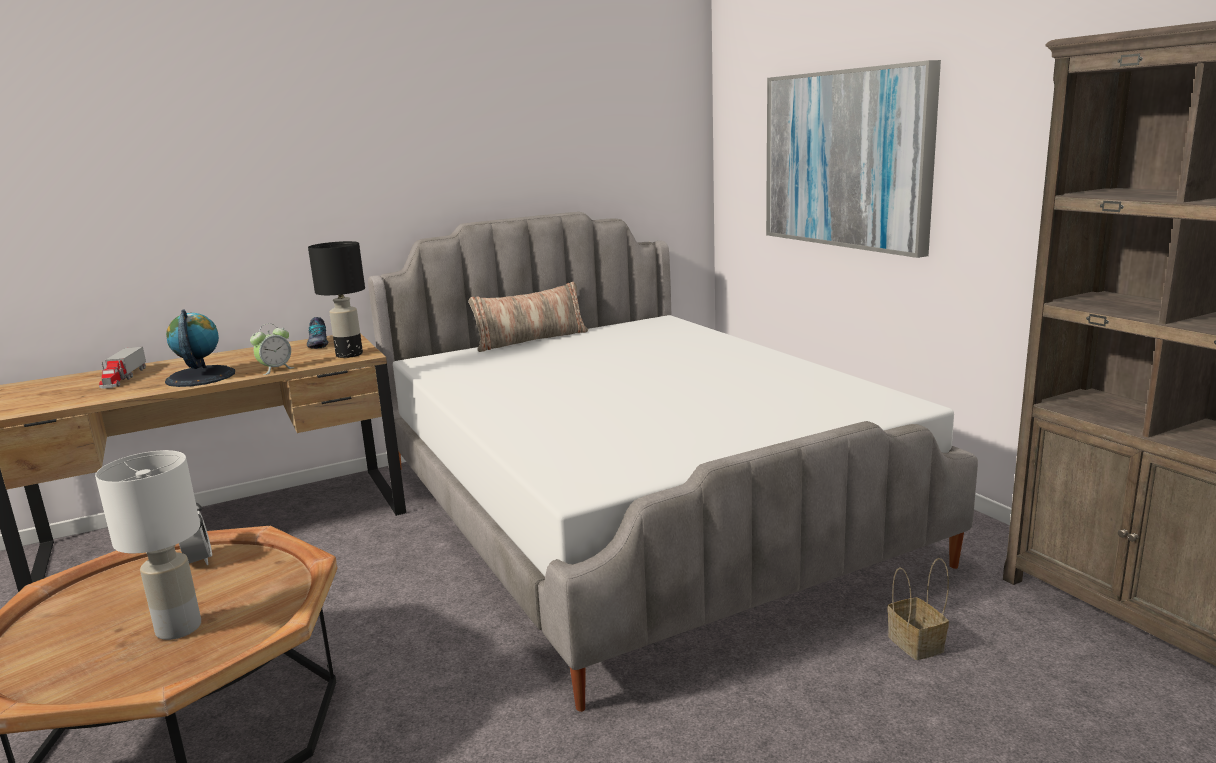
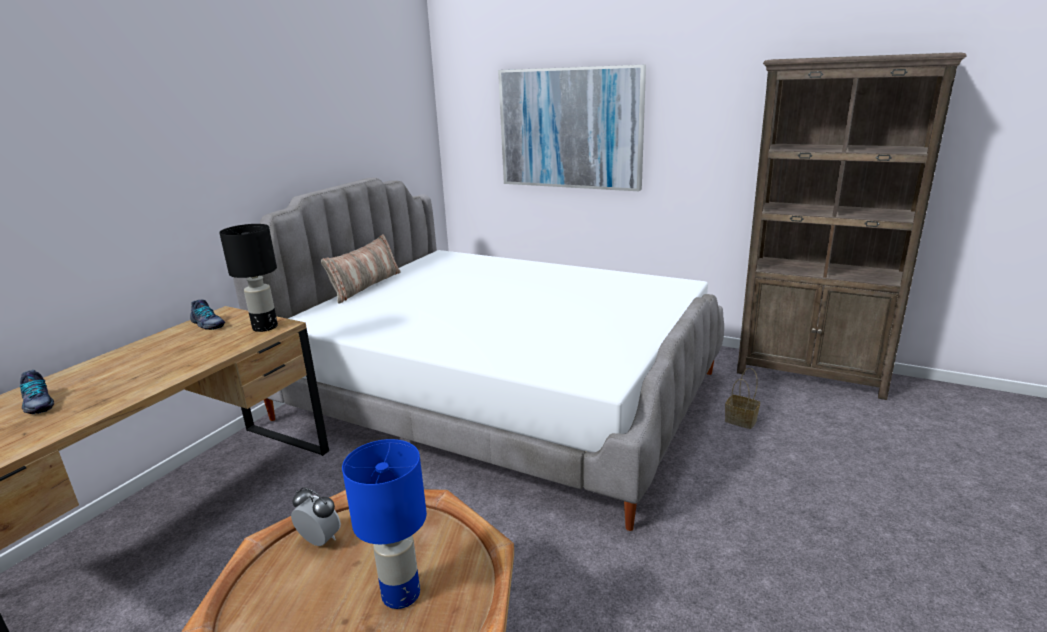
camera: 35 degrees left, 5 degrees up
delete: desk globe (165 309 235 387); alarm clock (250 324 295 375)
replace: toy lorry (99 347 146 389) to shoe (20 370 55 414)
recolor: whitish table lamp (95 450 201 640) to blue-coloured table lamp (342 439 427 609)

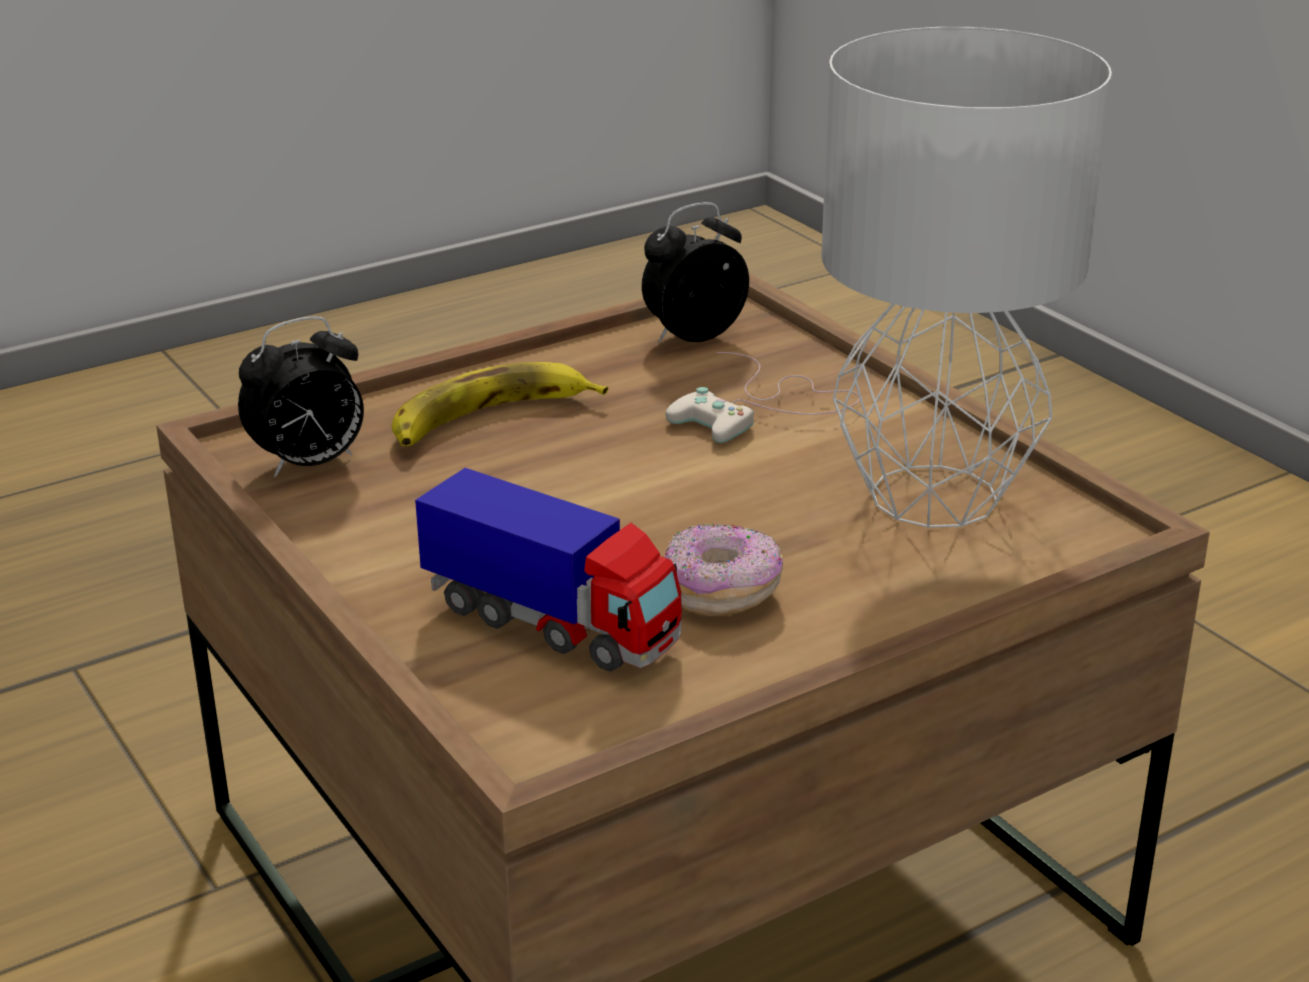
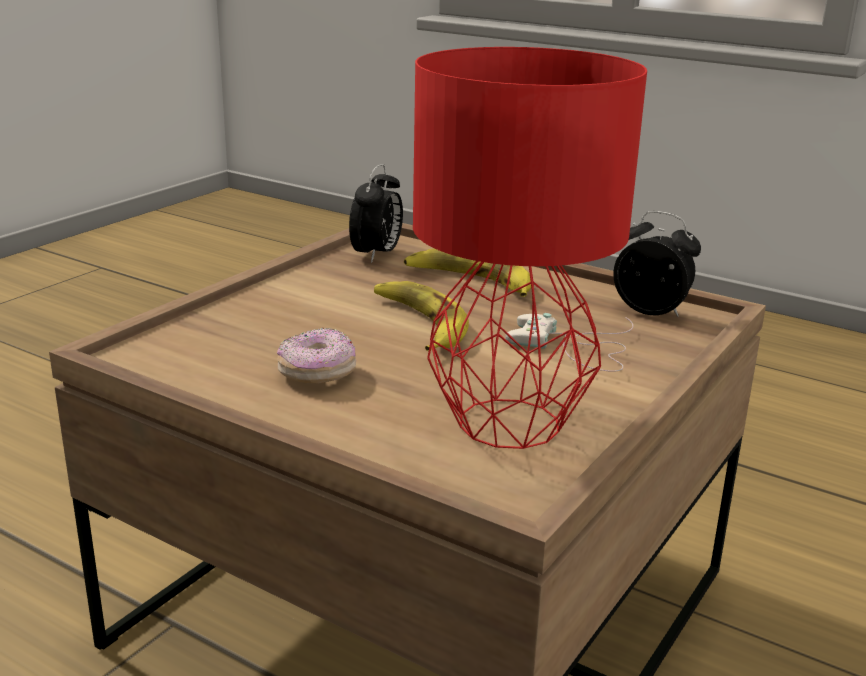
camera: 65 degrees right, 5 degrees down
delete: toy lorry (415 468 682 672)
insert: banana (374 281 469 351)
recolor: greyish table lamp (821 27 1112 528) to reddish table lamp (413 47 647 449)
rotate: alarm clock (238 316 364 477) = (349 164 403 263) 105 degrees counterclockwise

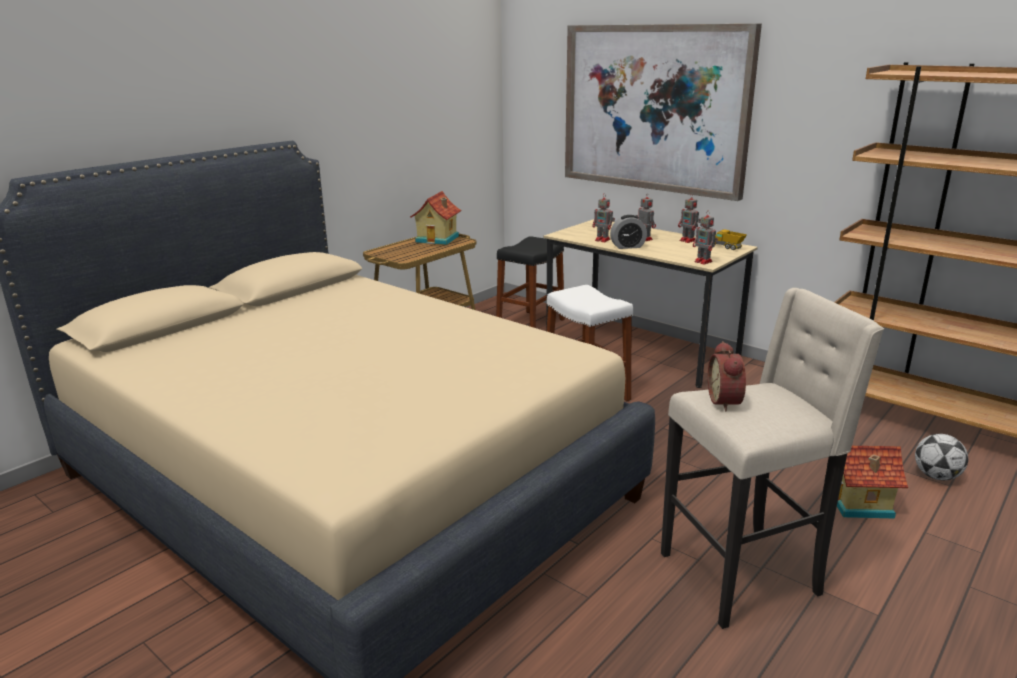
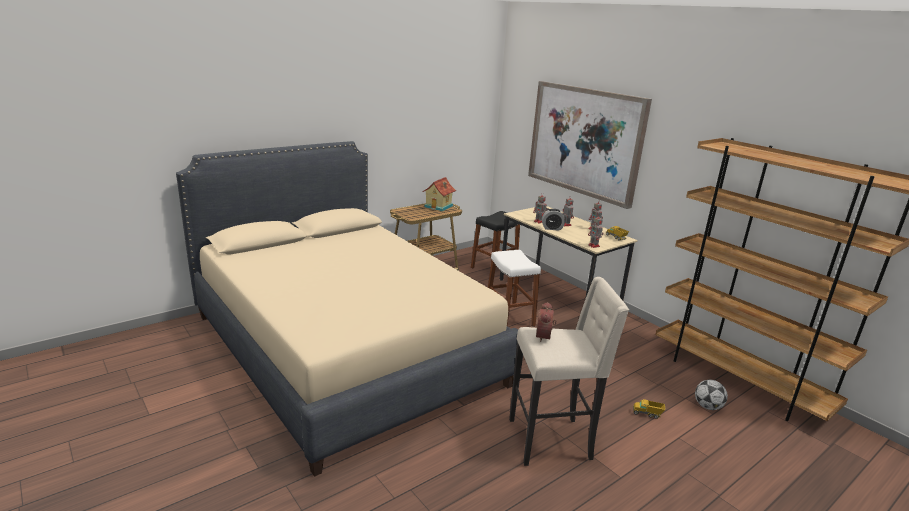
camera: 10 degrees right, 0 degrees up
replace: model house (837 446 908 519) to toy lorry (633 399 666 419)

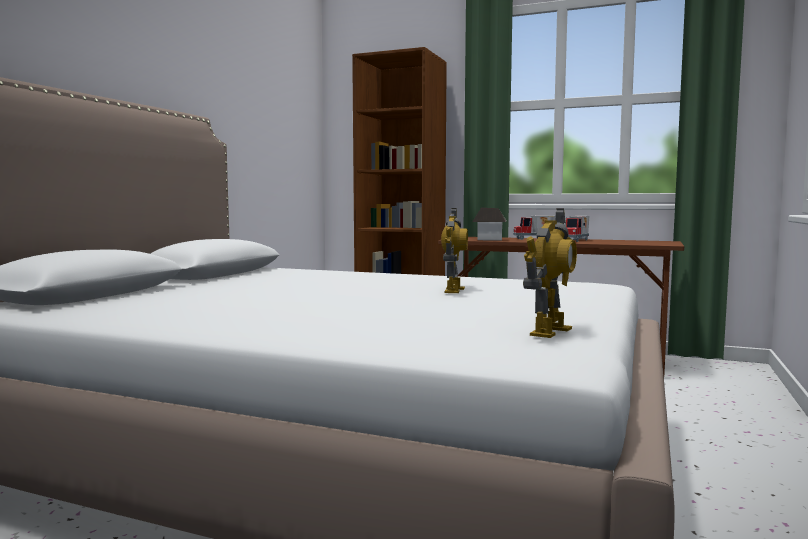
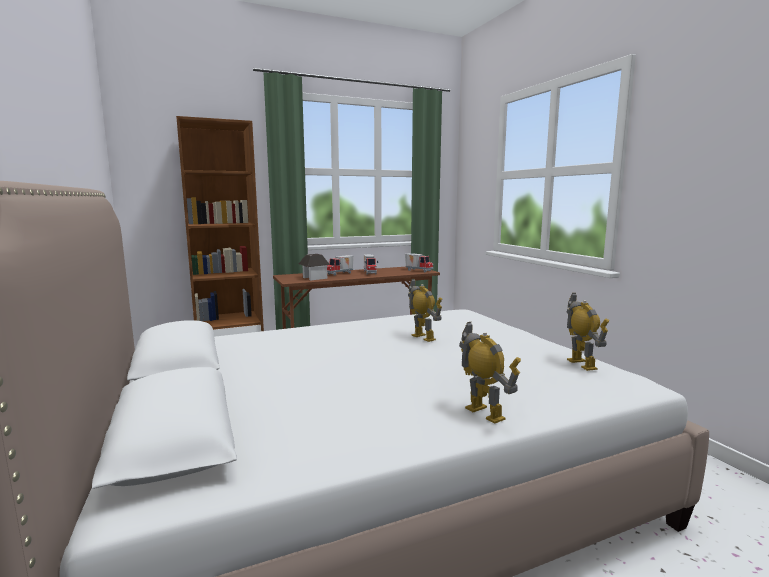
camera: 45 degrees left, 5 degrees up
insert: toy lorry (405 253 433 272); toy robot (459 322 521 424)

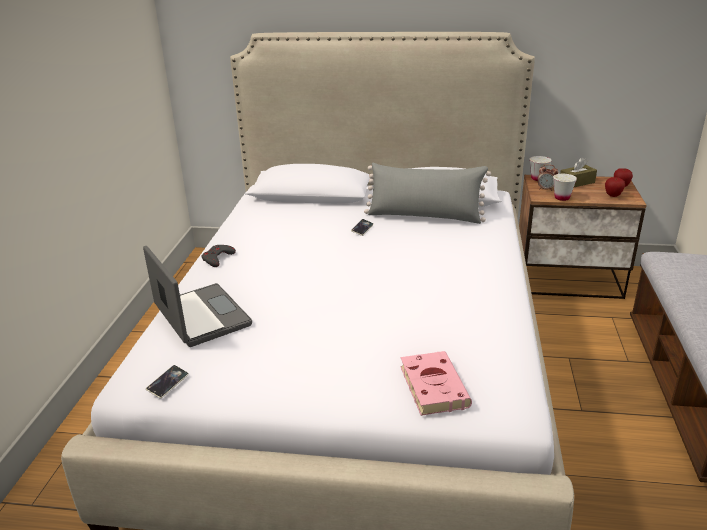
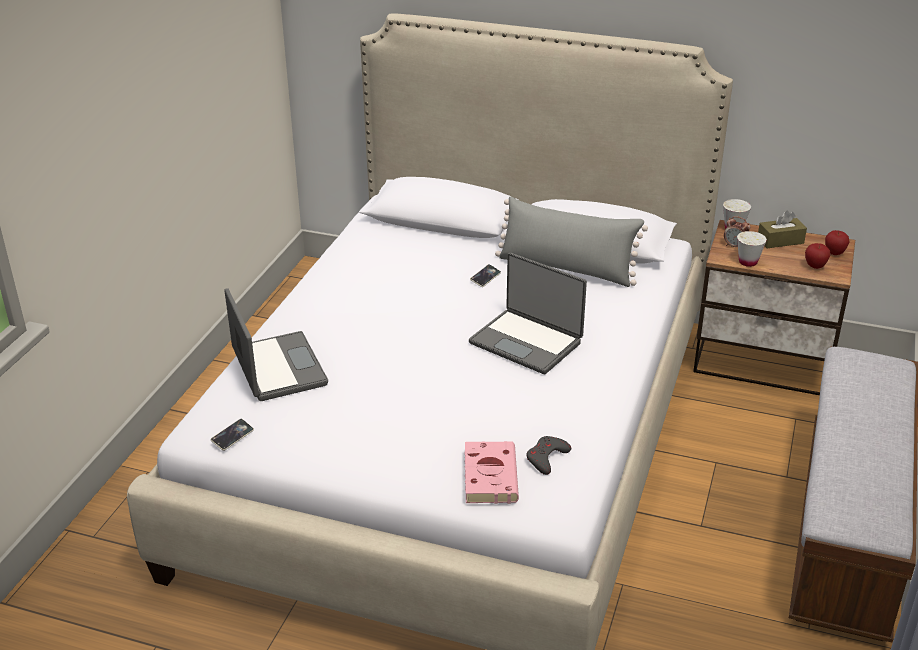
camera: 10 degrees right, 5 degrees up
insert: laptop (469 253 587 374)
move: greyish game controller (201 245 236 267) to (526 436 571 475)

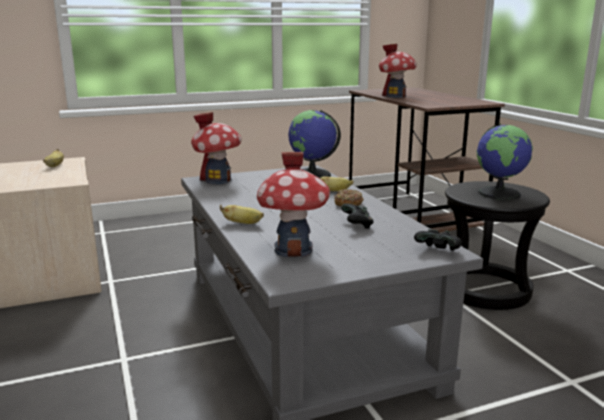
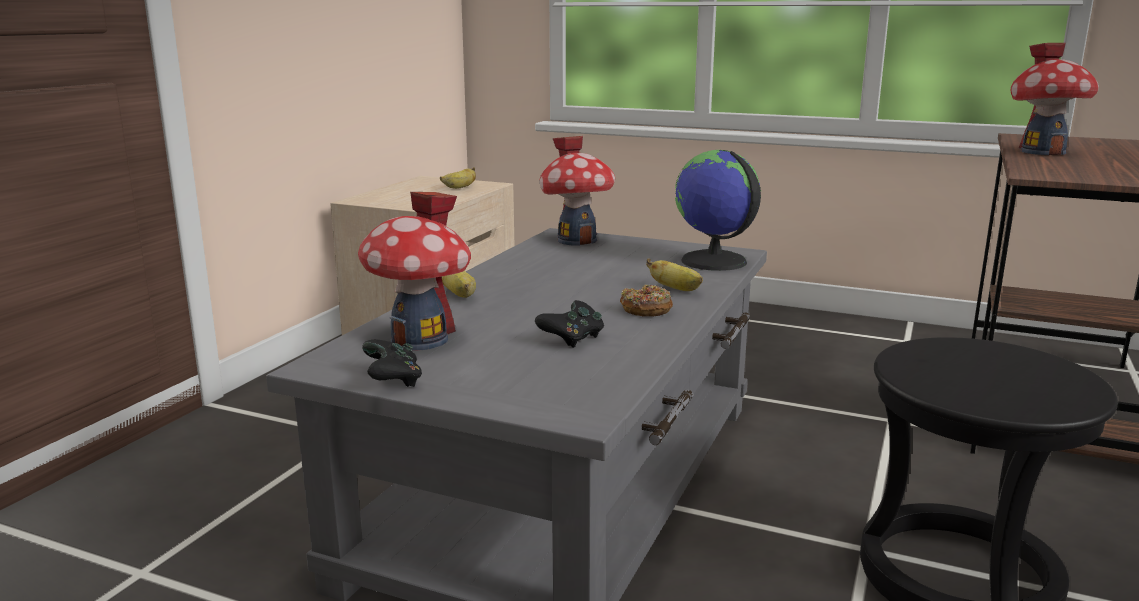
camera: 45 degrees right, 0 degrees up
delete: desk globe (477 124 533 200)
move: blackish game controller (414 229 462 251) to (362 340 422 387)

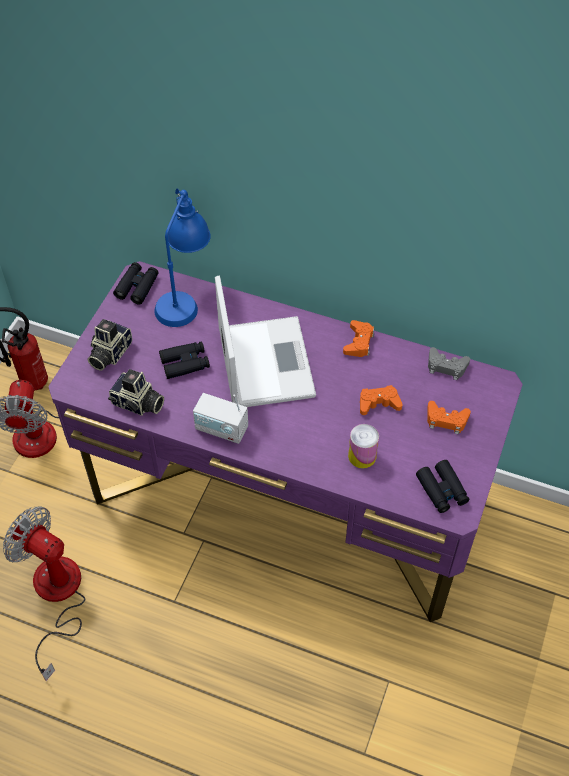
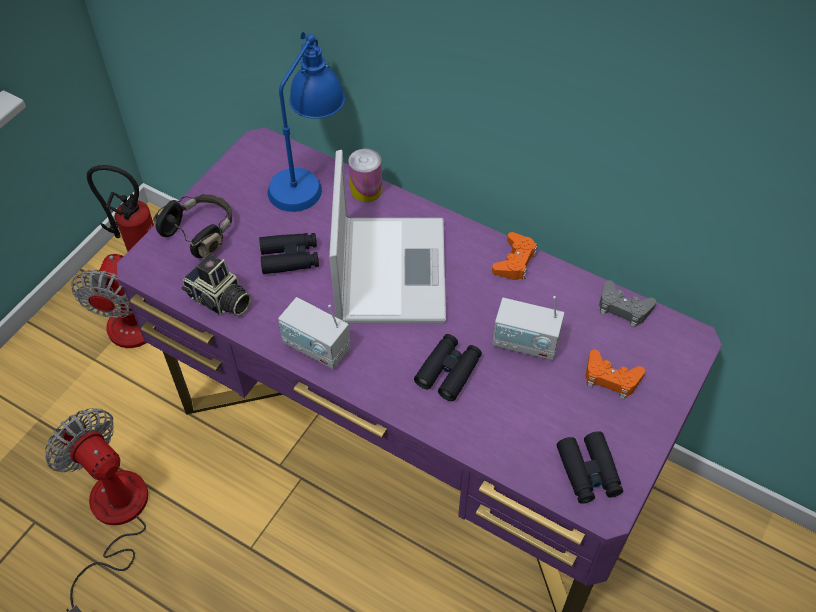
camera: 10 degrees right, 0 degrees up
move: sealed can (348 424 379 469) to (348 149 382 202); blackish binoculars (113 262 158 305) to (414 334 482 401)
replace: still camera (88 319 132 371) to blackish headset (153 194 232 258); orangey game controller (360 385 403 415) to radio receiver (492 296 564 360)

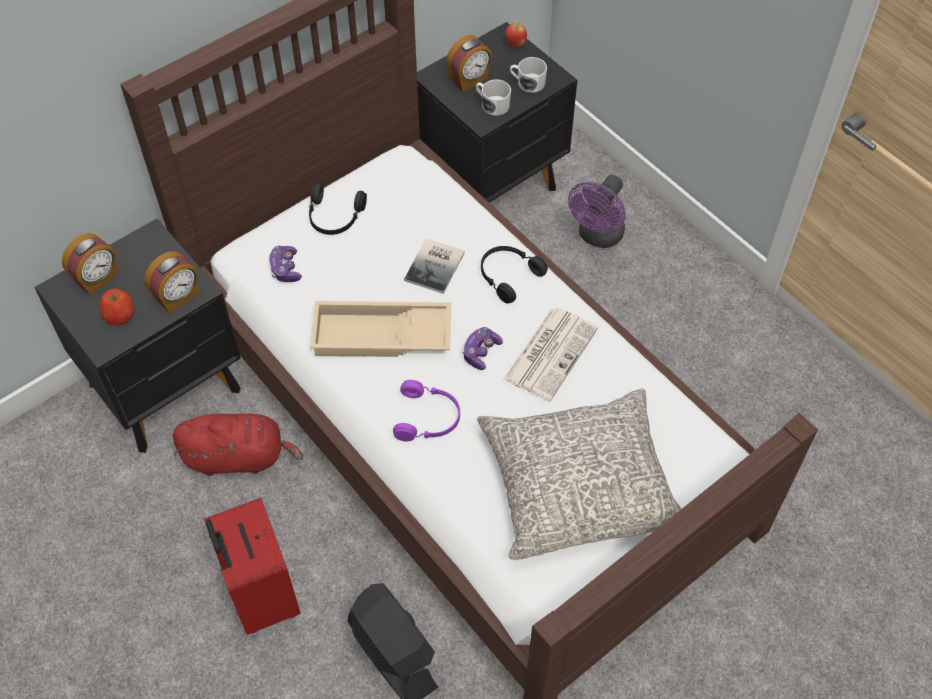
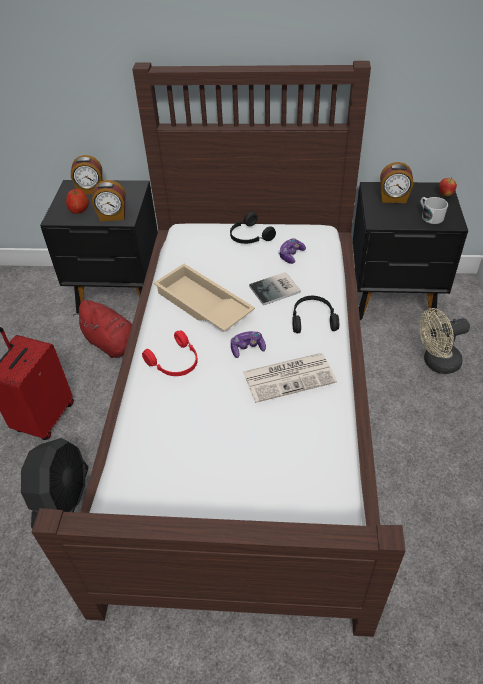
camera: 45 degrees right, 10 degrees down
delete: whitish mug (476 79 511 116); greyish throw pillow (477 388 681 560)
move: game controller (269 246 302 282) to (279 238 306 264)
recolor: purple-coloured headset (393 380 460 441) to reddish headset (142 330 198 376); purple-coloured cooling fan (568 175 625 248) to beige cooling fan (419 308 470 374)

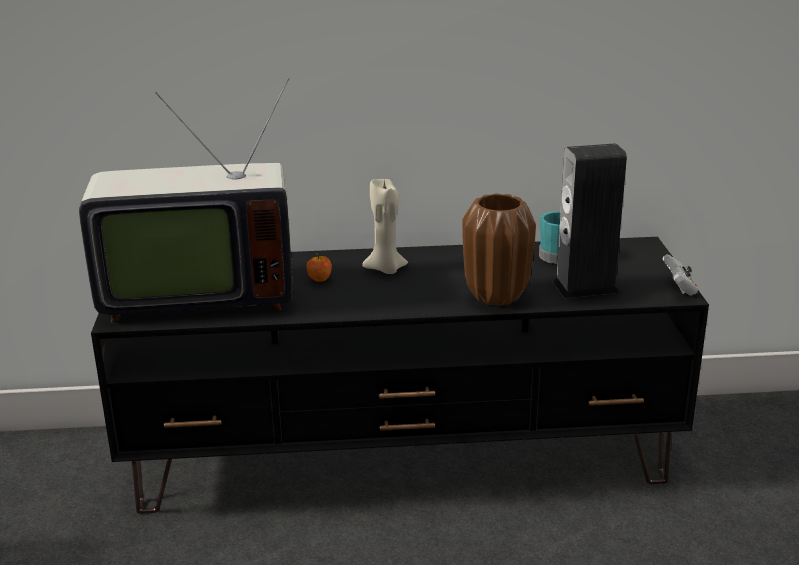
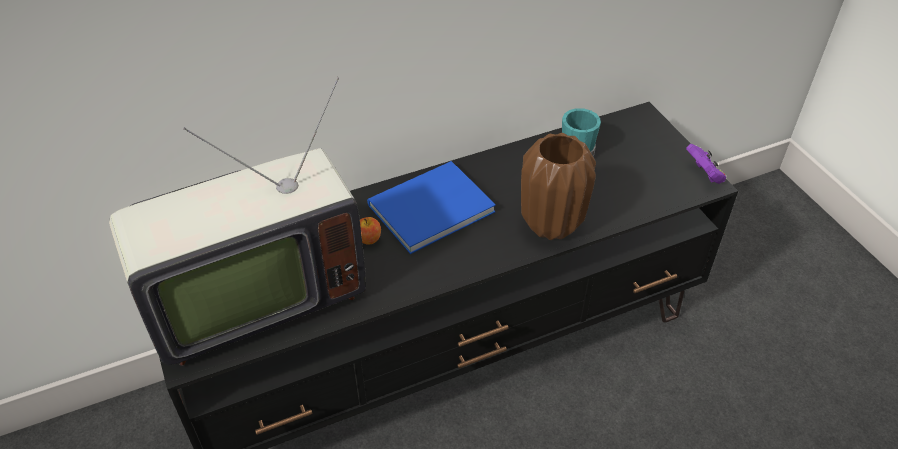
camera: 20 degrees left, 20 degrees up
delete: speaker (552 143 627 298)
replace: beige candle (362 178 408 274) to blue-coloured volume (367 161 496 254)
recolor: whitish game controller (663 254 698 296) to purple-coloured game controller (686 144 726 184)

